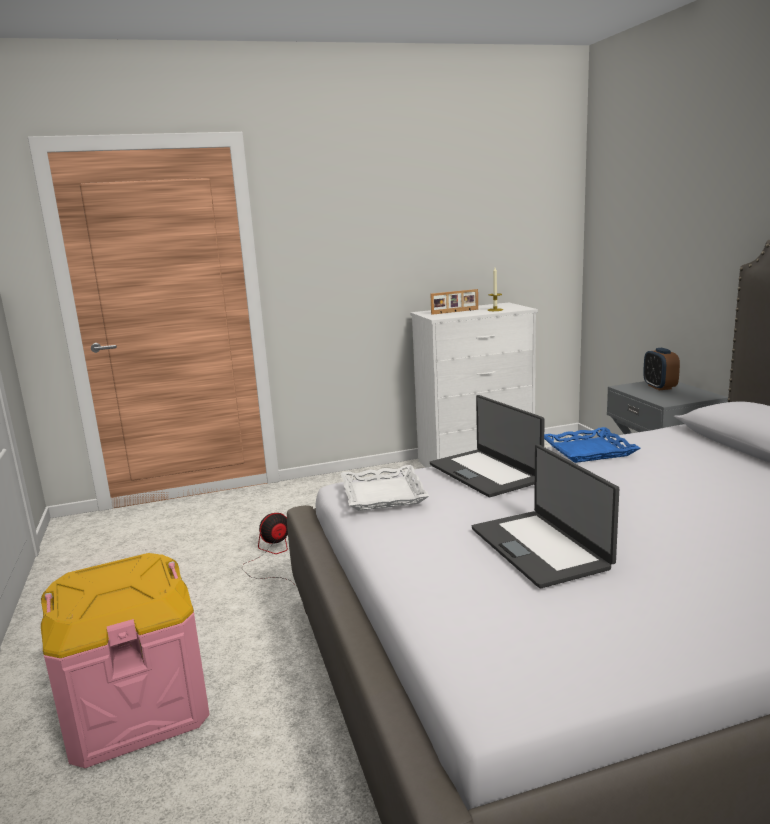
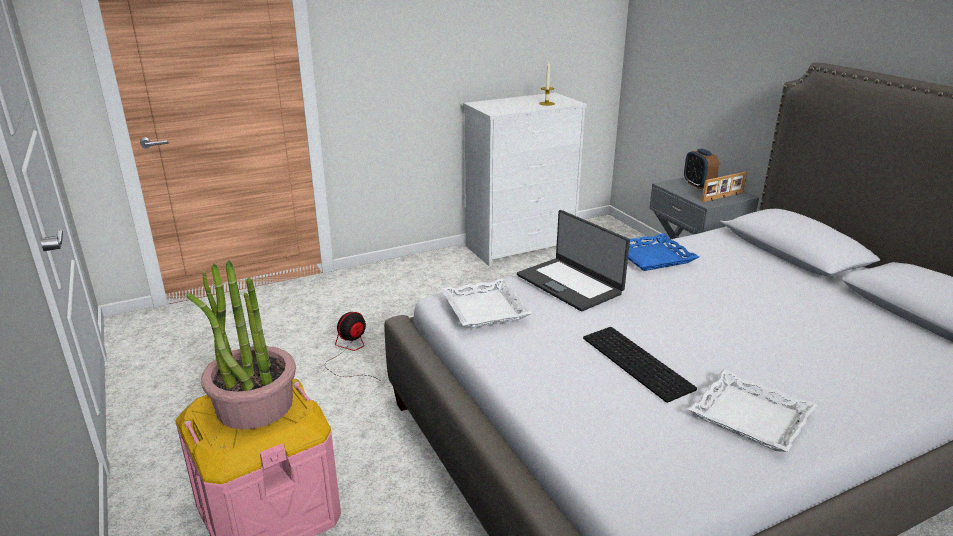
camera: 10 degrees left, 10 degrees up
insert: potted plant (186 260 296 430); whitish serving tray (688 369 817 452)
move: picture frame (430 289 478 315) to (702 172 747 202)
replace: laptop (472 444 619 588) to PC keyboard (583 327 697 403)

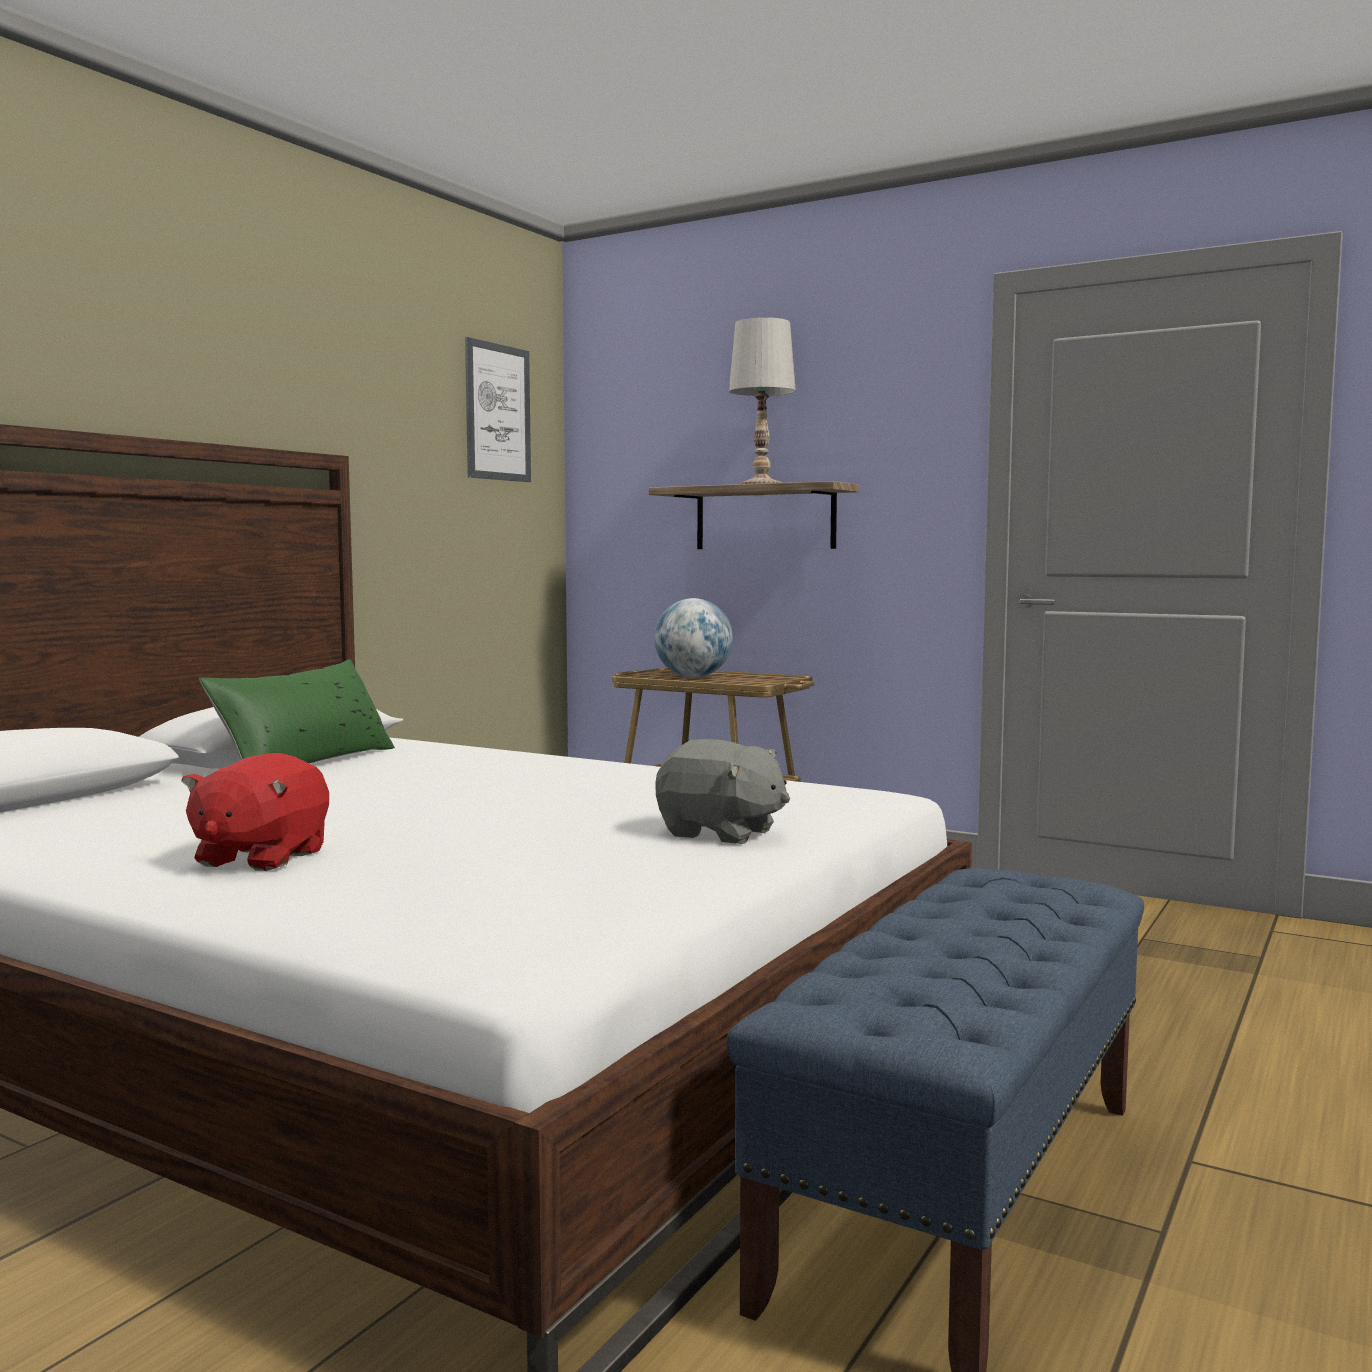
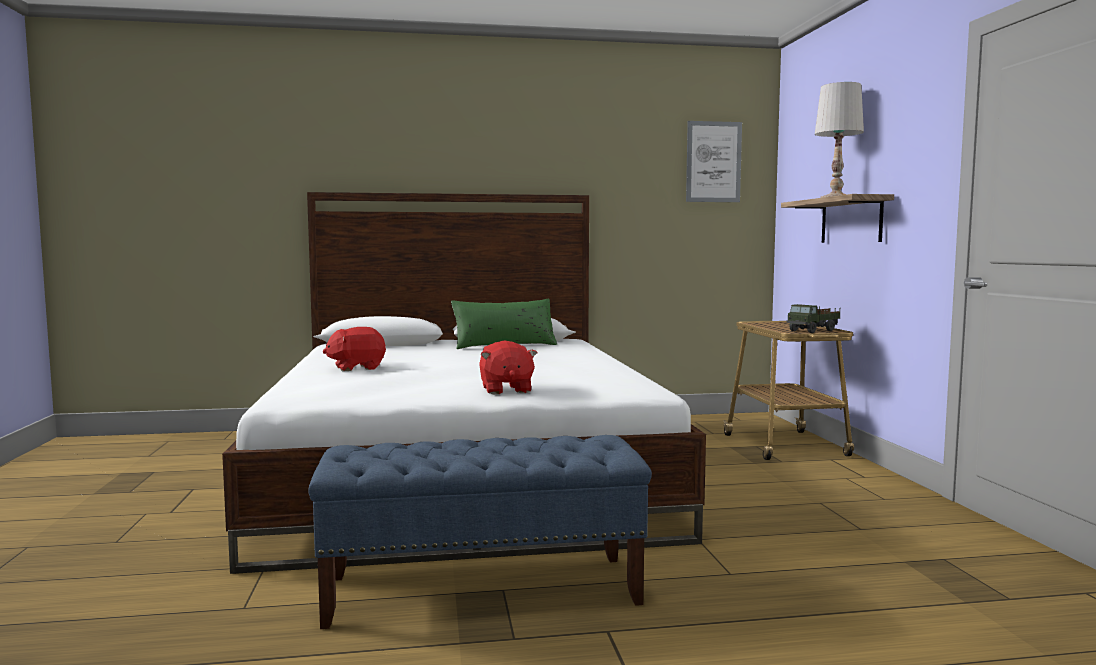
camera: 50 degrees right, 0 degrees up
delete: desk globe (654 598 733 678)
insert: toy lorry (786 304 840 333)
recolor: greyish soft toy (655 739 790 844) to reddish soft toy (479 340 537 394)

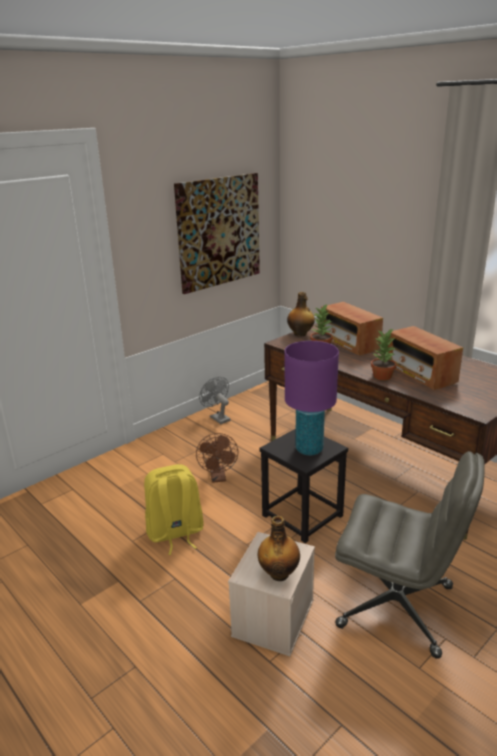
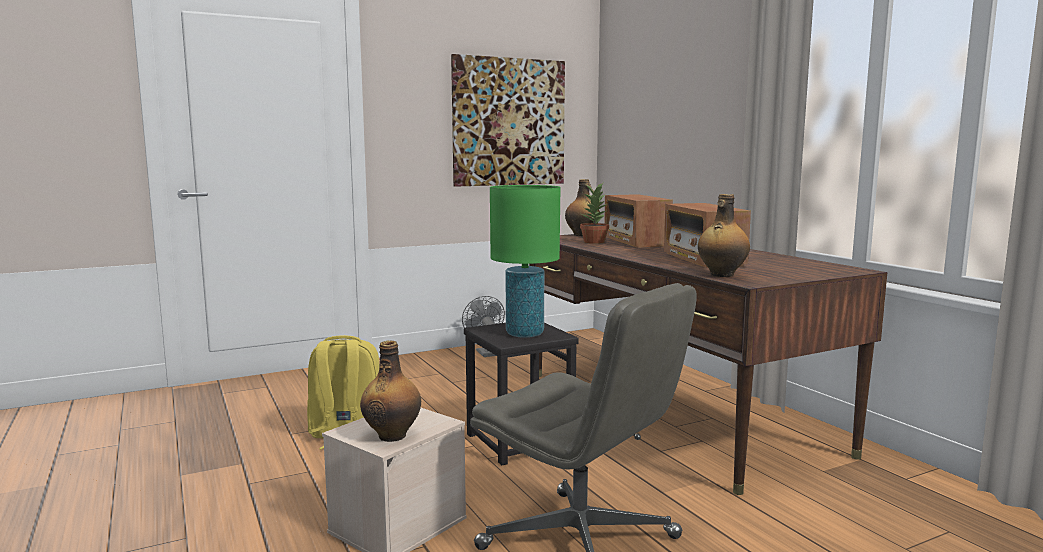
camera: 15 degrees right, 15 degrees down
delete: brownish cooling fan (196 433 238 483); potted plant (371 328 397 381)
insert: beverage bottle (698 194 750 277)
recolor: purple-coloured table lamp (285 341 339 456) to green table lamp (490 185 561 338)

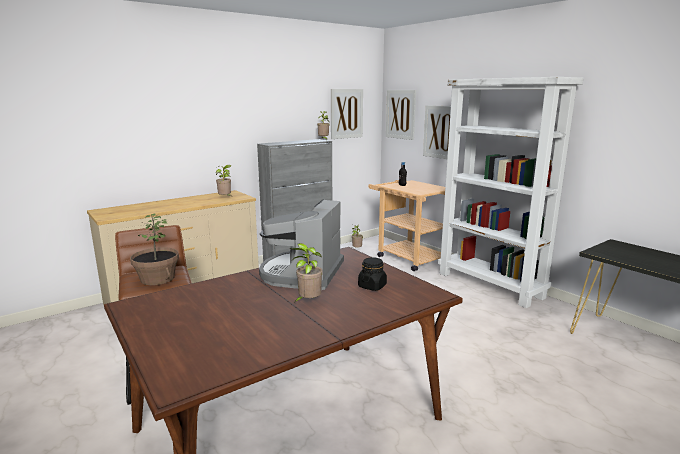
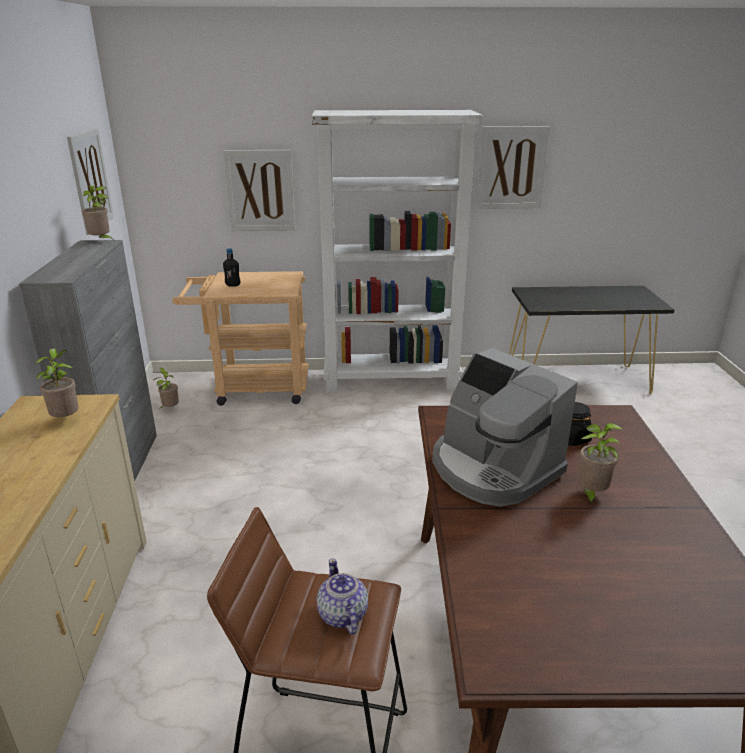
camera: 55 degrees left, 10 degrees up
move: picture (386 90 416 140) to (477 126 550 209)
replace: potted plant (130 213 179 285) to teapot (317 558 368 635)

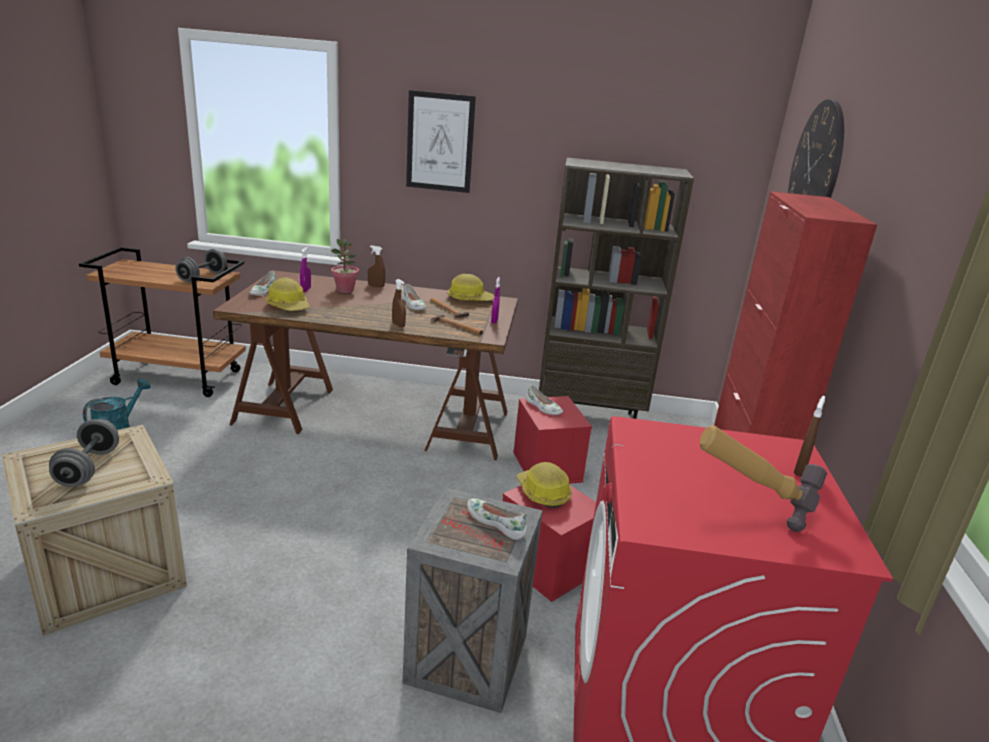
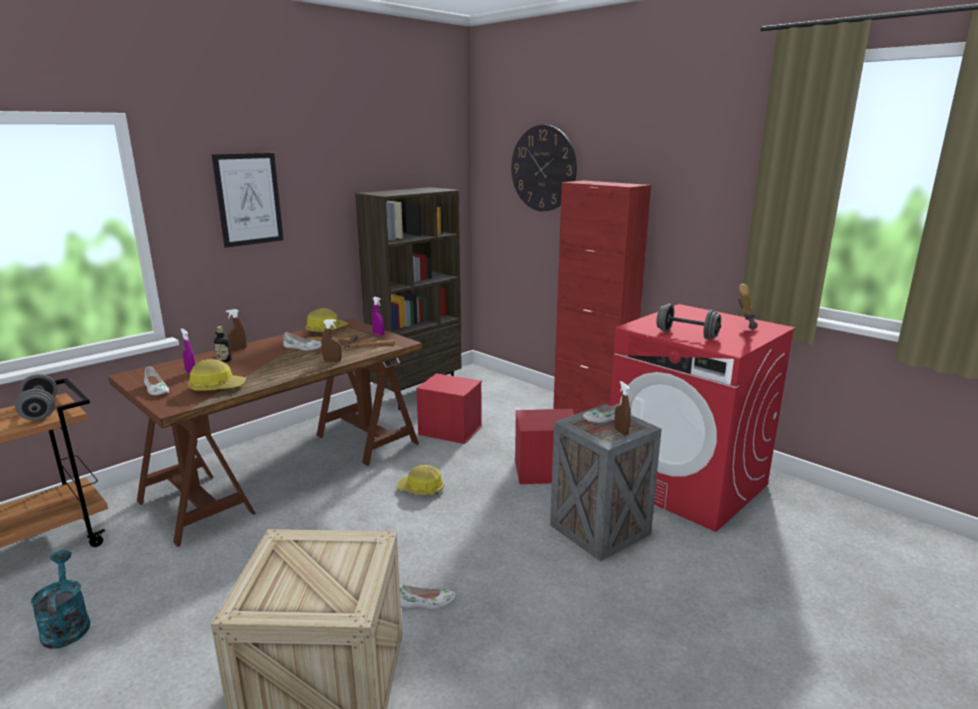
camera: 50 degrees left, 5 degrees down
move: hard hat (517 462 572 508) to (397 465 444 495); whitish shoe (526 385 563 415) to (400 585 456 609); brownish spray bottle (794 396 825 477) to (614 381 631 435); greyish free weight (49 419 119 487) to (657 304 721 340)
replace: potted plant (331 239 359 293) to beverage bottle (214 326 231 363)

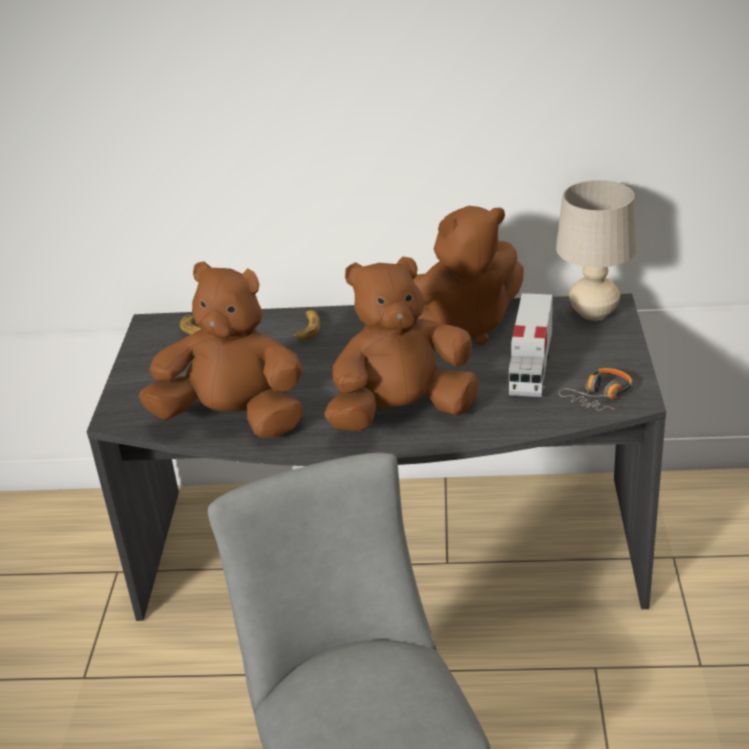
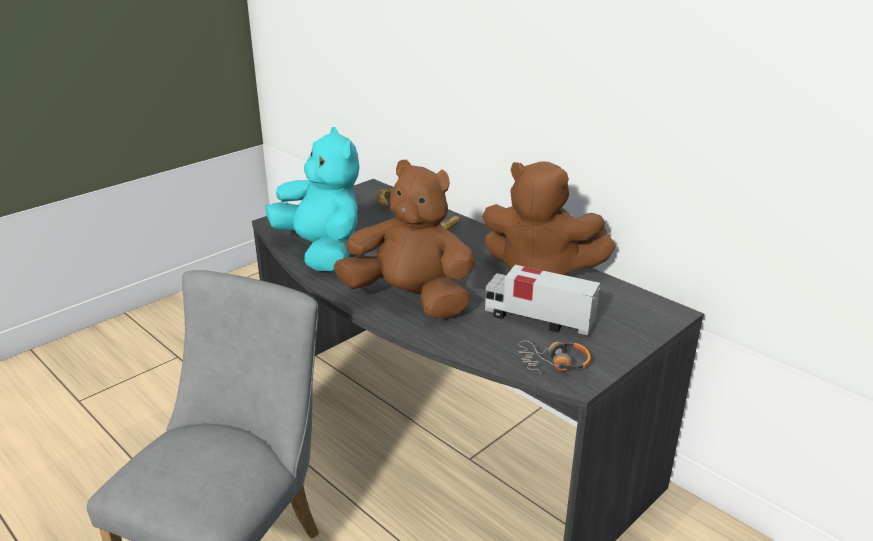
camera: 40 degrees right, 5 degrees down
delete: beige table lamp (556 180 637 321)
recolor: brownish soft toy (139 261 303 438) to blue-green soft toy (265 127 360 272)
rotate: toy lorry (509 293 553 397) = (484 265 600 336) 60 degrees clockwise

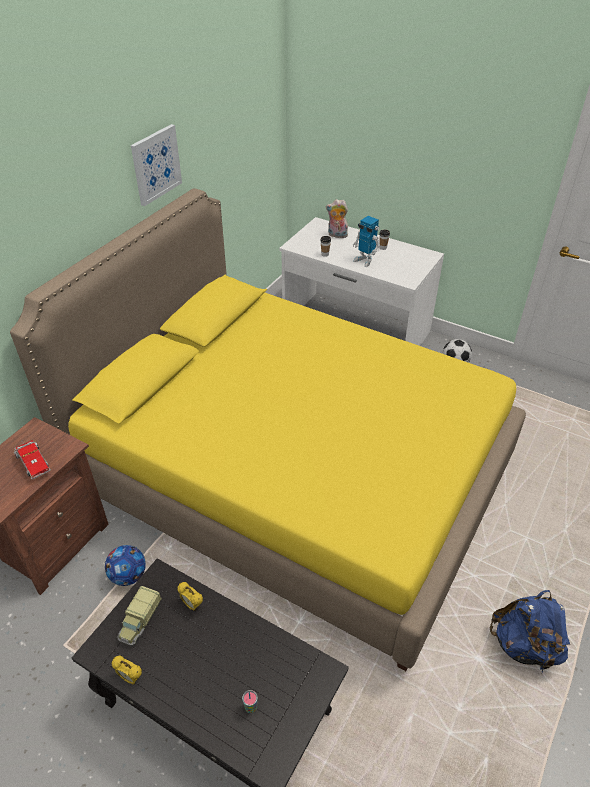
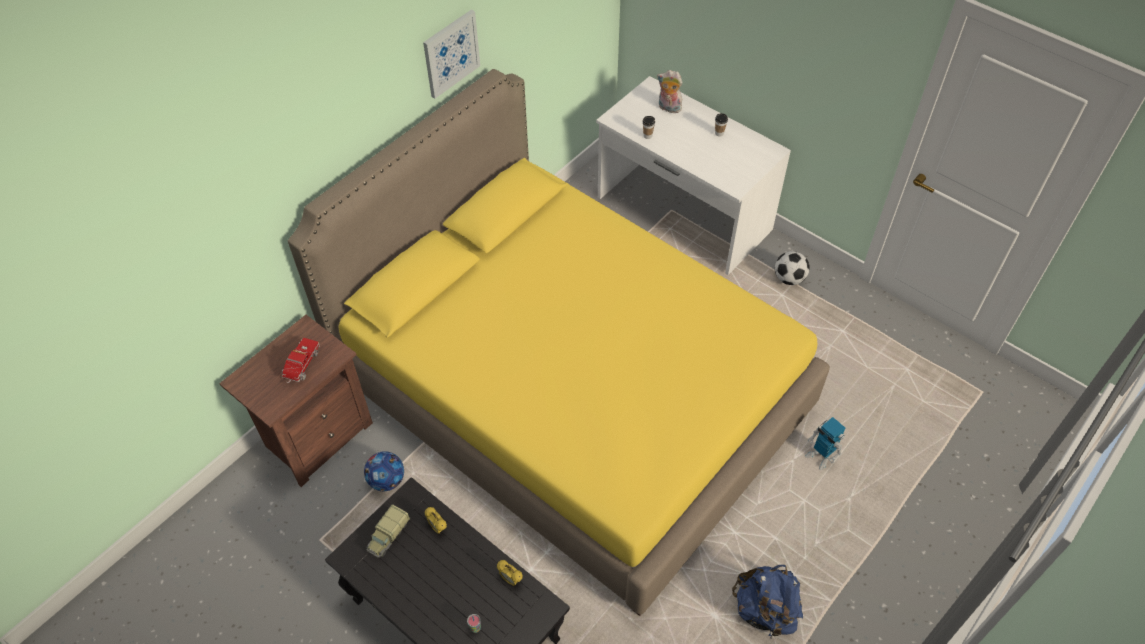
camera: 10 degrees right, 10 degrees up
move: alarm clock (112 656 142 684) to (497 560 523 586); toy robot (353 216 380 267) to (806 417 845 470)
rotate: toy lorry (14 440 51 479) = (282 338 320 383) 135 degrees counterclockwise

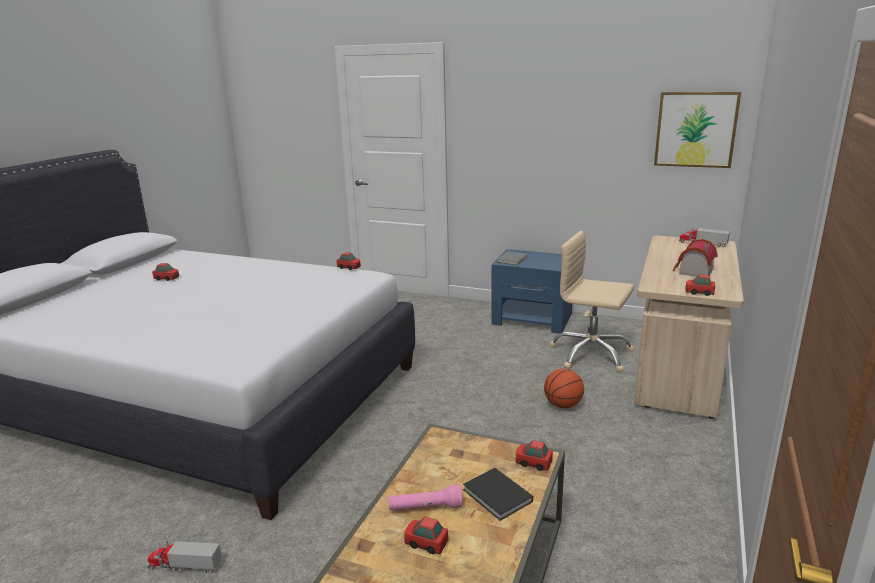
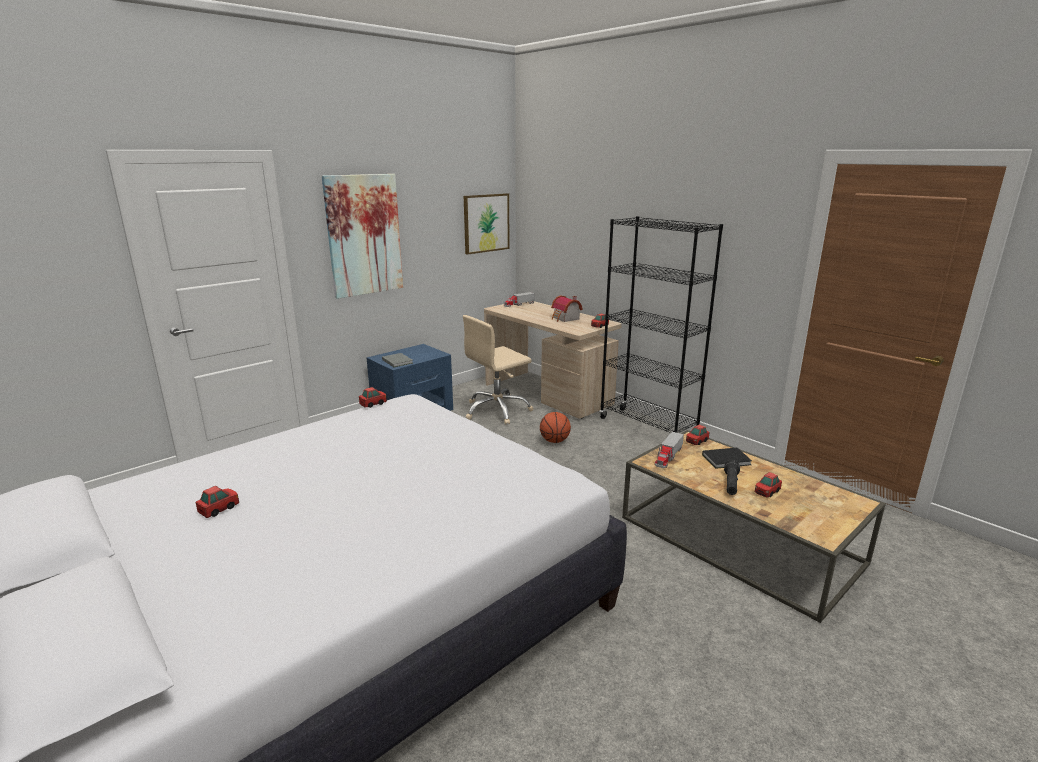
camera: 65 degrees left, 0 degrees up
insert: picture (322 174 403 299); blackish bookcase (600 216 723 433)
move: toy lorry (147 541 222 573) to (655 432 684 468)
recolor: pink flashlight (388 484 462 510) to blackish flashlight (724 460 740 495)

